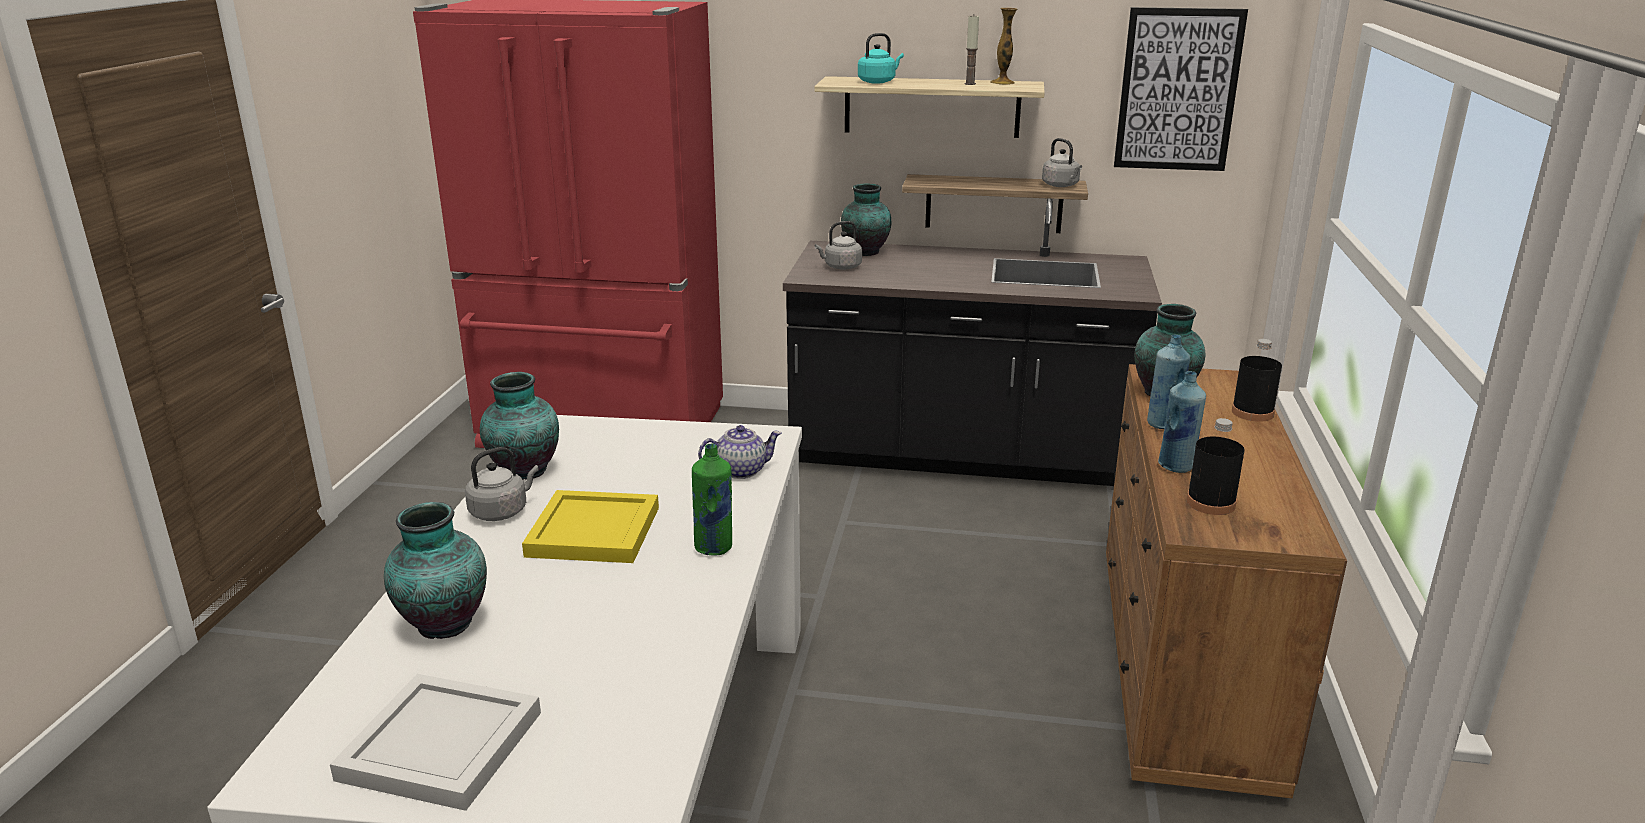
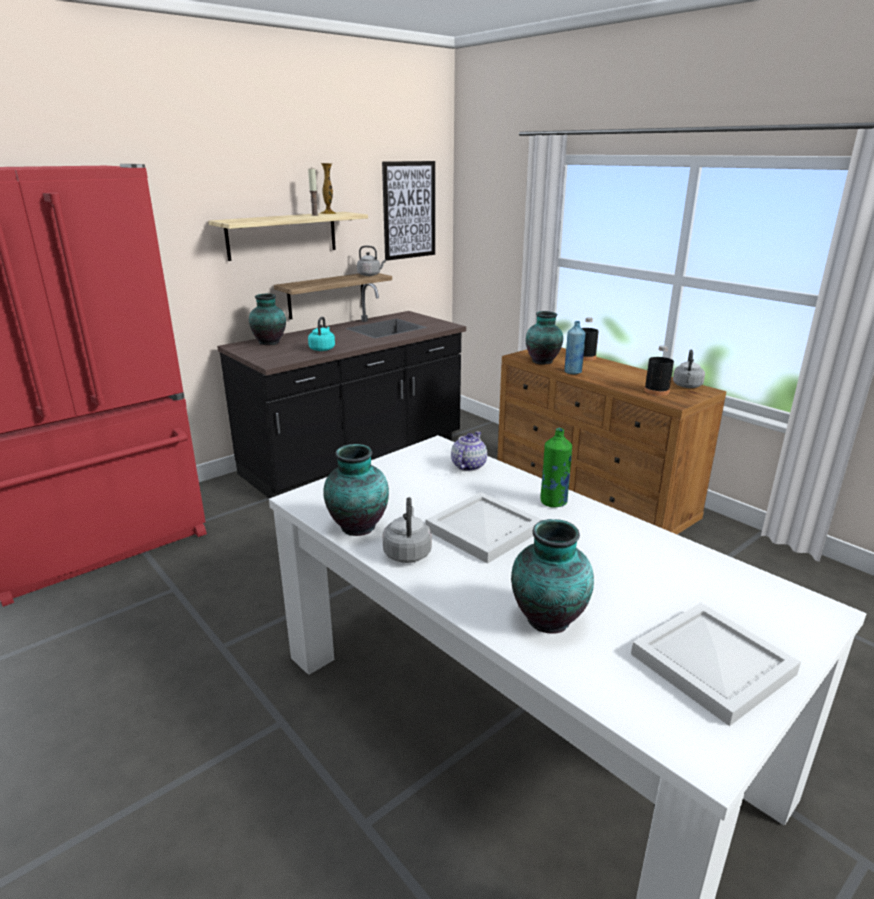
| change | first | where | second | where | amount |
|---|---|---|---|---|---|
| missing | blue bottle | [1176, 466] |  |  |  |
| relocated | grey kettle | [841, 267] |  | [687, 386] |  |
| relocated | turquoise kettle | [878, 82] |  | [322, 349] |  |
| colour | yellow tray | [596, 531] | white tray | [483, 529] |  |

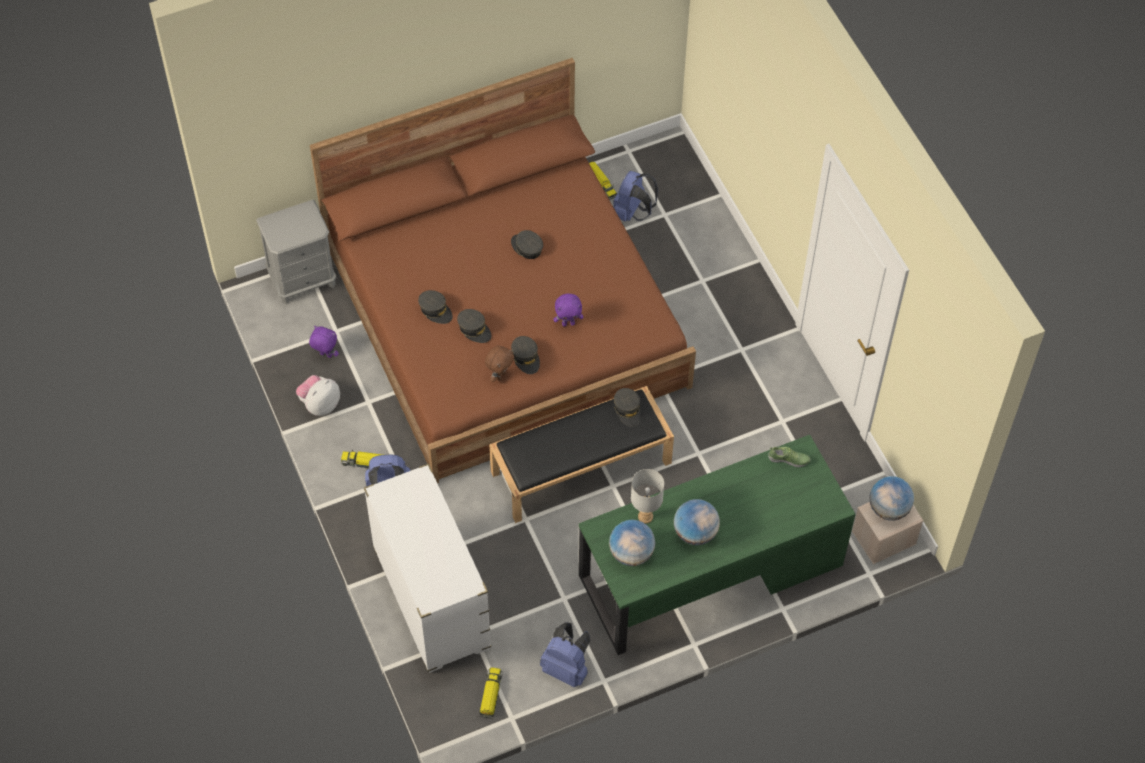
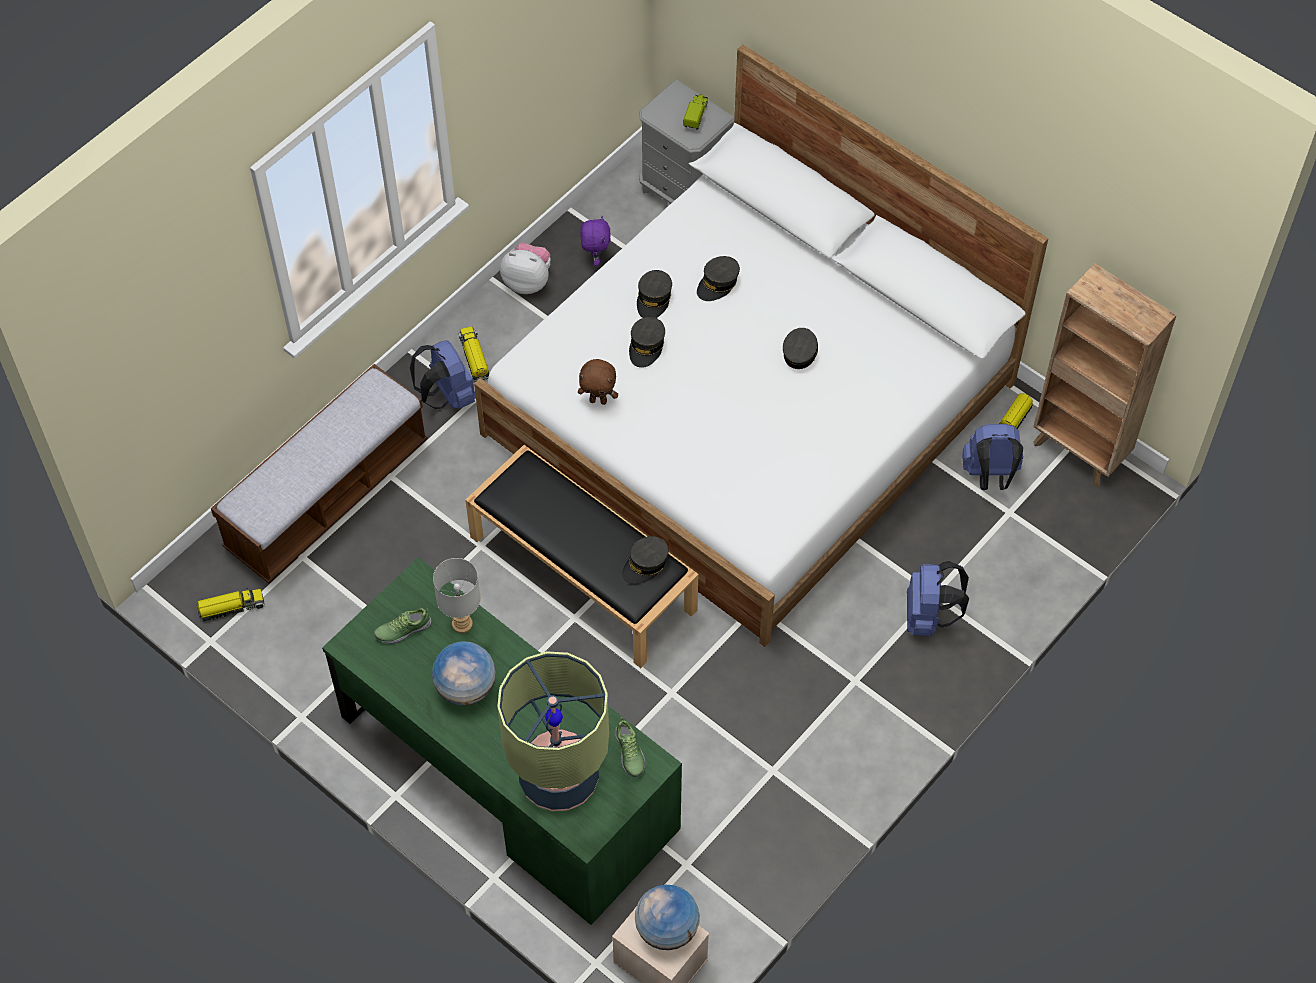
| change | first | where | second | where | amount |
|---|---|---|---|---|---|
| missing | purple plush toy | [568, 323] |  |  |  |
| appeared |  |  | table lamp | [559, 777] |  |
| appeared |  |  | toy truck | [696, 116] |  |
| appeared |  |  | brown bookcase | [1079, 452] |  |
| relocated | grey cap | [526, 358] |  | [718, 283] |  |
| relocated | blue backpack | [567, 668] |  | [929, 617] |  |
| exchanged | white dresser | [431, 599] | bench | [328, 496] |  |
| exchanged | globe | [631, 553] | shoe | [403, 629] |  |
| colour | brown bed | [505, 317] | white bed | [751, 408] |  |

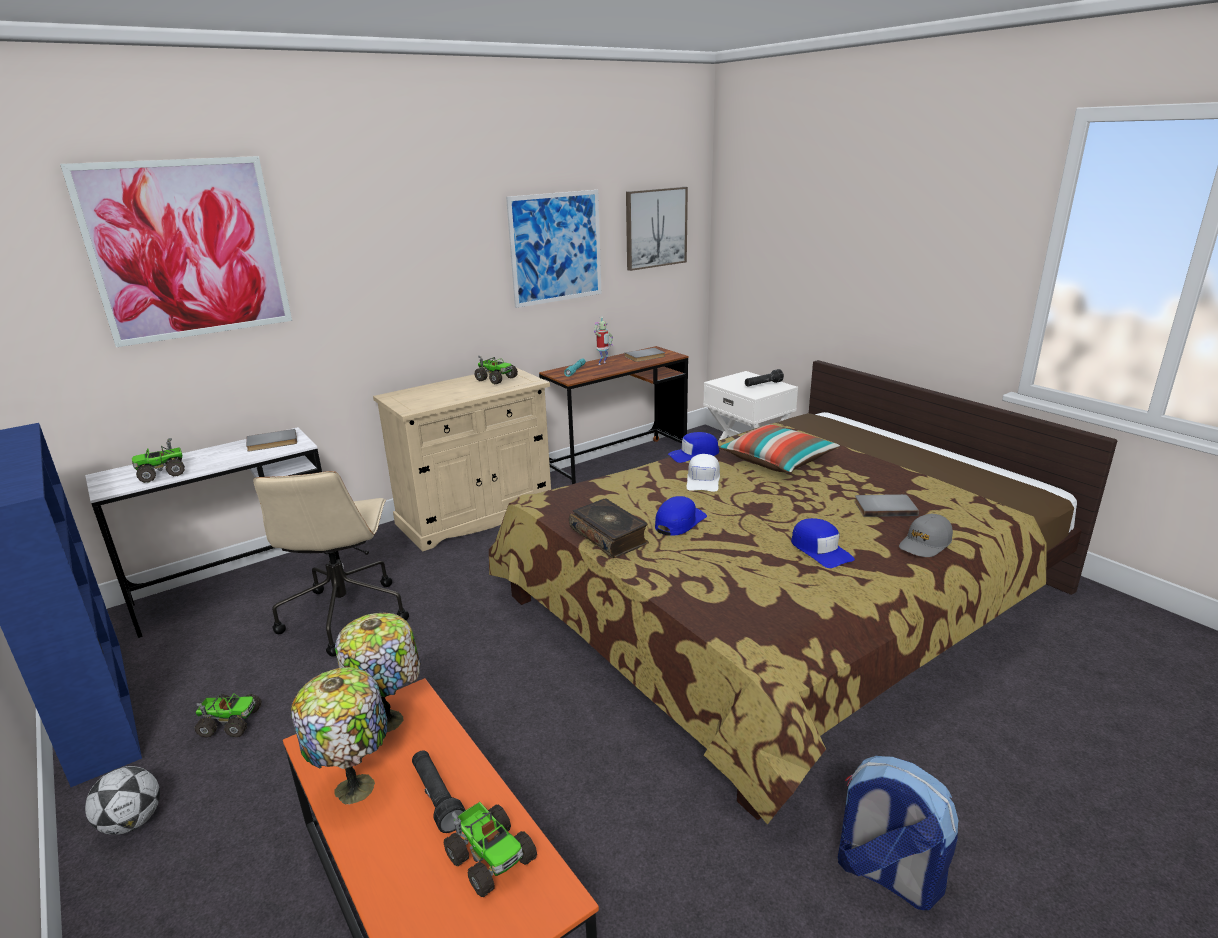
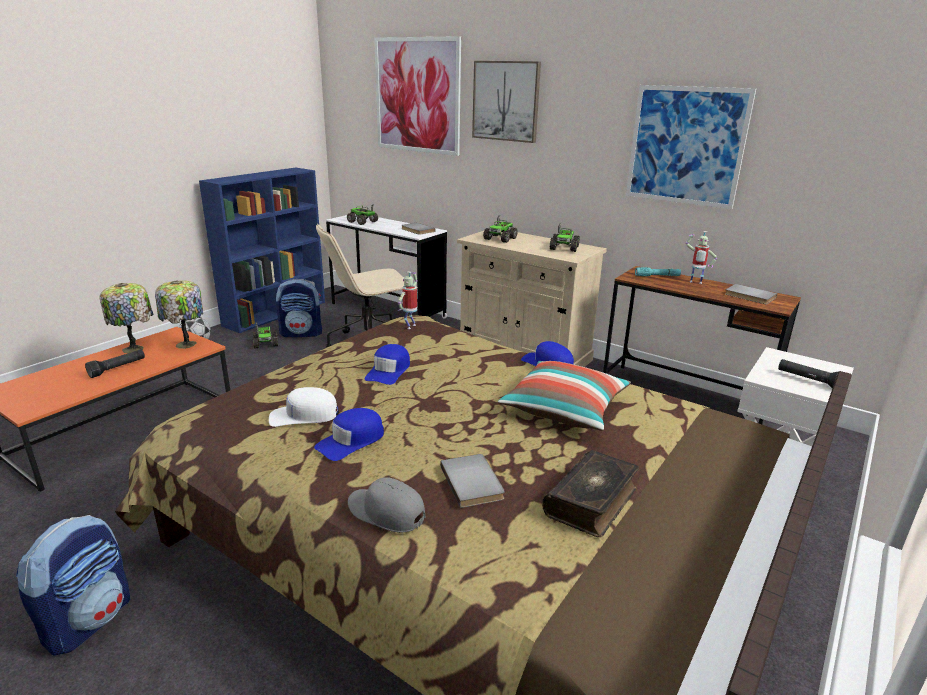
| change | first | where | second | where | amount |
|---|---|---|---|---|---|
| appeared |  |  | backpack | [302, 333] |  |
| appeared |  |  | toy robot | [410, 326] |  |
| relocated | toy truck | [490, 857] |  | [500, 239] |  |
| relocated | book | [609, 536] |  | [592, 502] |  |
| relocated | picture | [655, 228] |  | [506, 101] |  |
| relocated | white cap | [703, 480] |  | [304, 416] |  |
| spun | blue cap | [679, 522] |  | [389, 371] | 90 degrees clockwise |

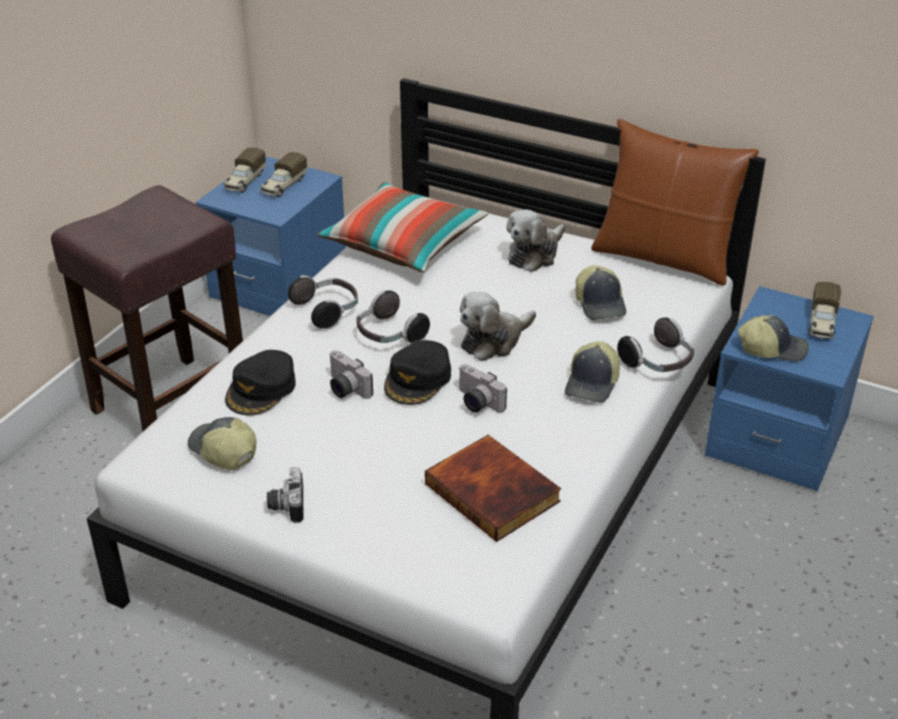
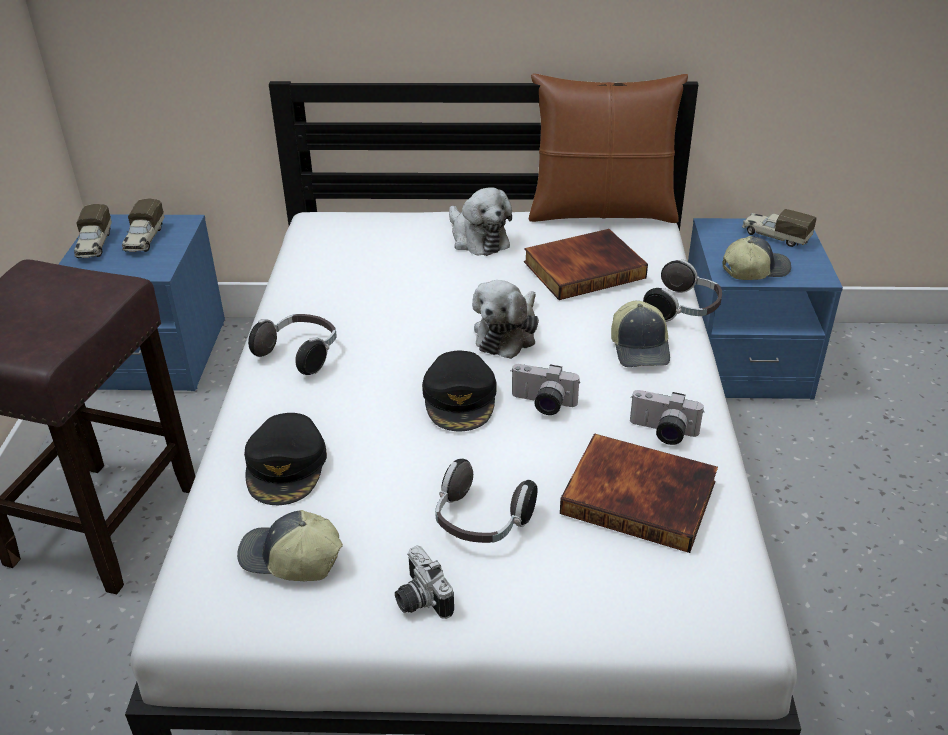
| change | first | where | second | where | amount |
|---|---|---|---|---|---|
| missing | pillow | [403, 245] |  |  |  |
| relocated | photo camera | [345, 389] |  | [662, 433] |  |
| relocated | headphones | [389, 335] |  | [481, 522] |  |
| exchanged | cap | [600, 304] | book | [584, 268] |  |
| spun | plush toy | [535, 254] |  | [477, 239] | 45 degrees counterclockwise |
| spun | toy truck | [821, 323] |  | [774, 236] | 135 degrees clockwise |

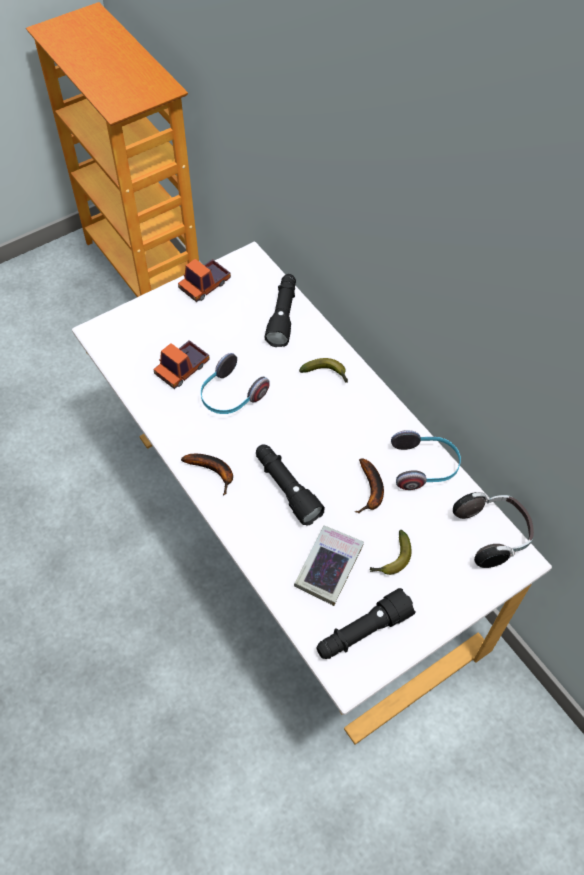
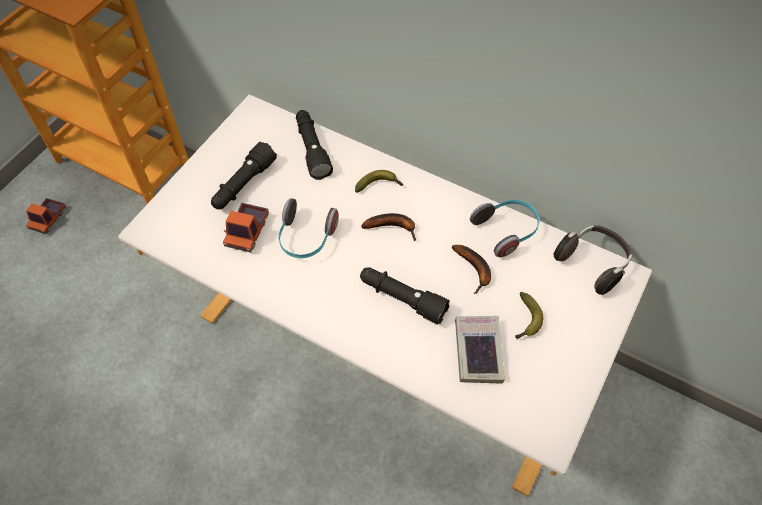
| change | first | where | second | where | amount |
|---|---|---|---|---|---|
| relocated | toy truck | [205, 285] |  | [48, 219] |  |
| relocated | banana | [213, 472] |  | [393, 226] |  |
| relocated | black flashlight | [362, 632] |  | [243, 184] |  |

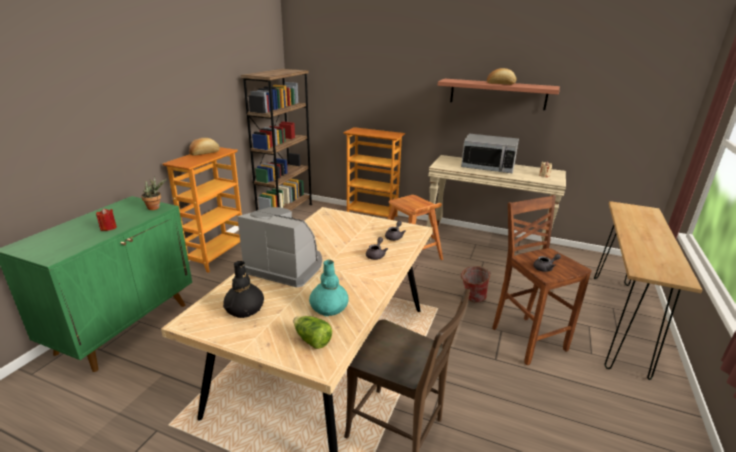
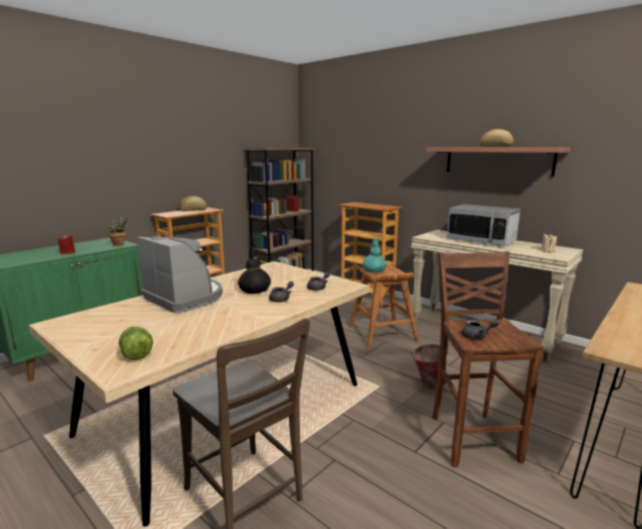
| change | first | where | second | where | amount |
|---|---|---|---|---|---|
| relocated | black vase | [245, 309] |  | [254, 290] |  |
| relocated | turquoise vase | [329, 307] |  | [374, 270] |  |

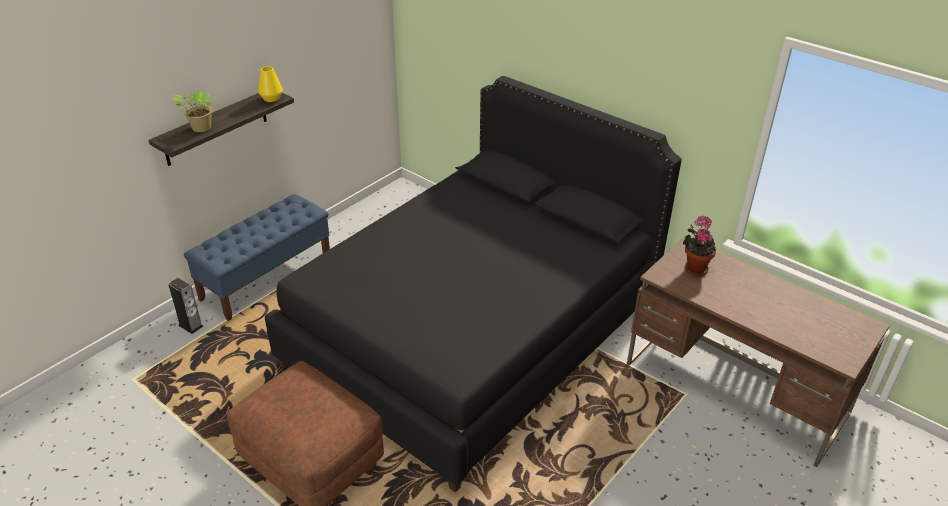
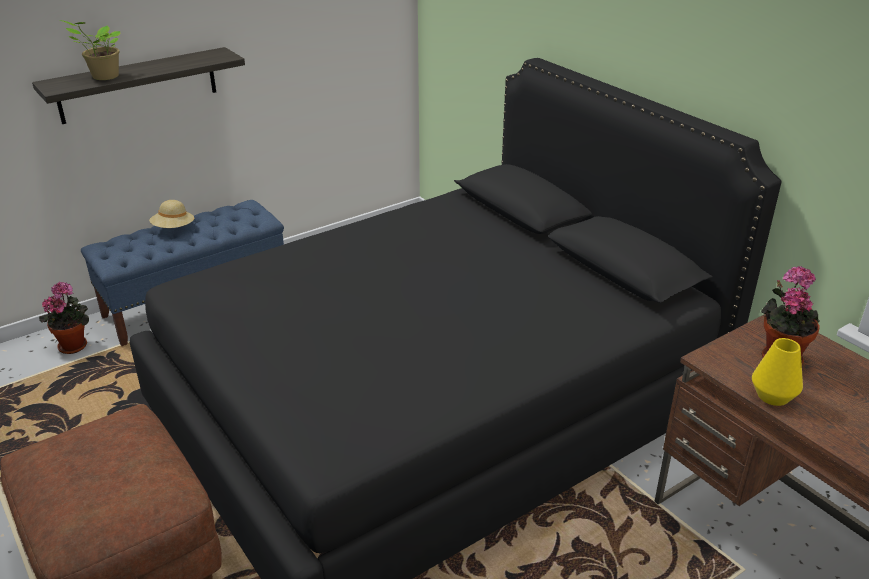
| change | first | where | second | where | amount |
|---|---|---|---|---|---|
| appeared |  |  | beige hat | [173, 228] |  |
| relocated | yellow vase | [271, 98] |  | [773, 396] |  |
| exchanged | speaker | [190, 325] | potted plant | [74, 345] |  |

